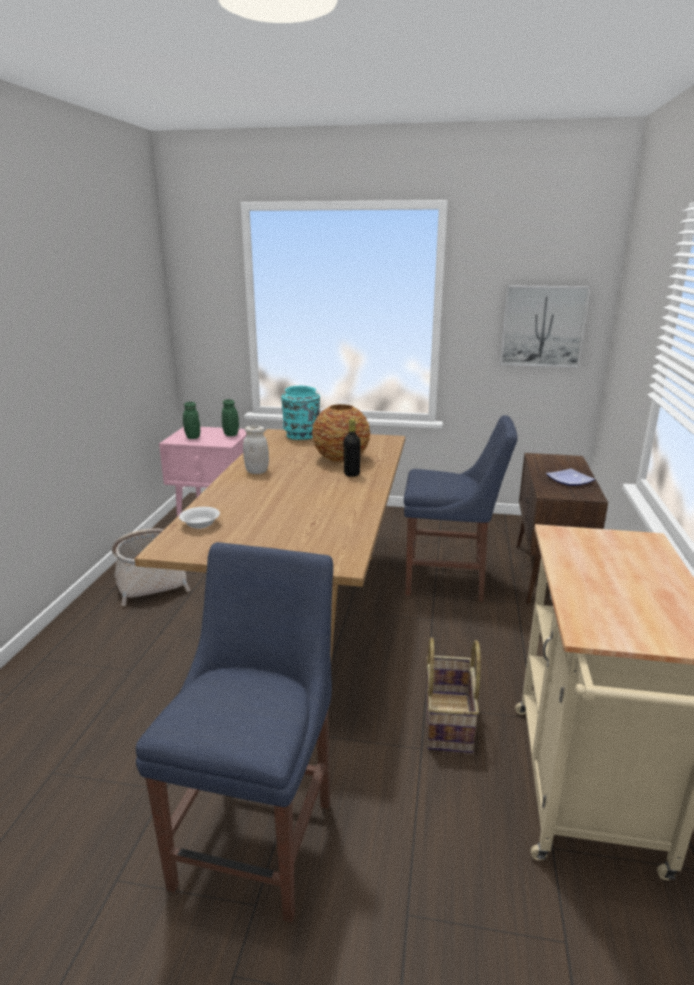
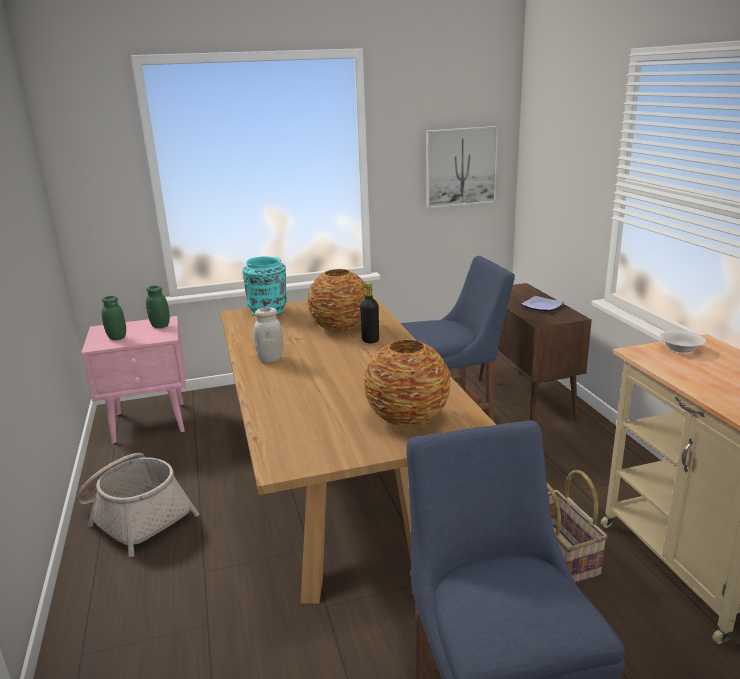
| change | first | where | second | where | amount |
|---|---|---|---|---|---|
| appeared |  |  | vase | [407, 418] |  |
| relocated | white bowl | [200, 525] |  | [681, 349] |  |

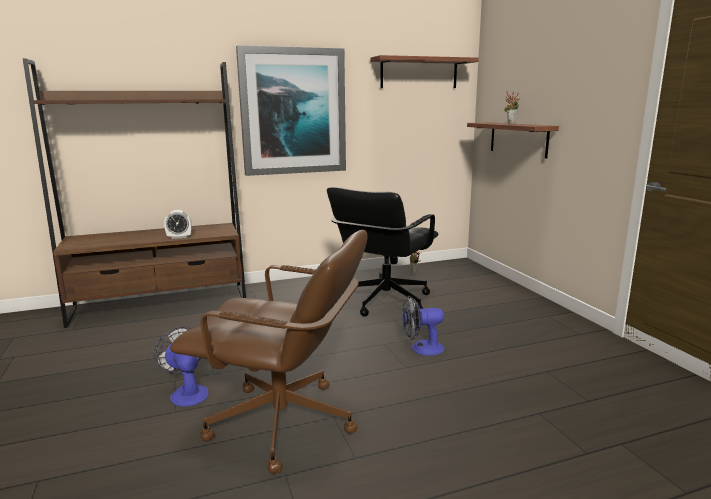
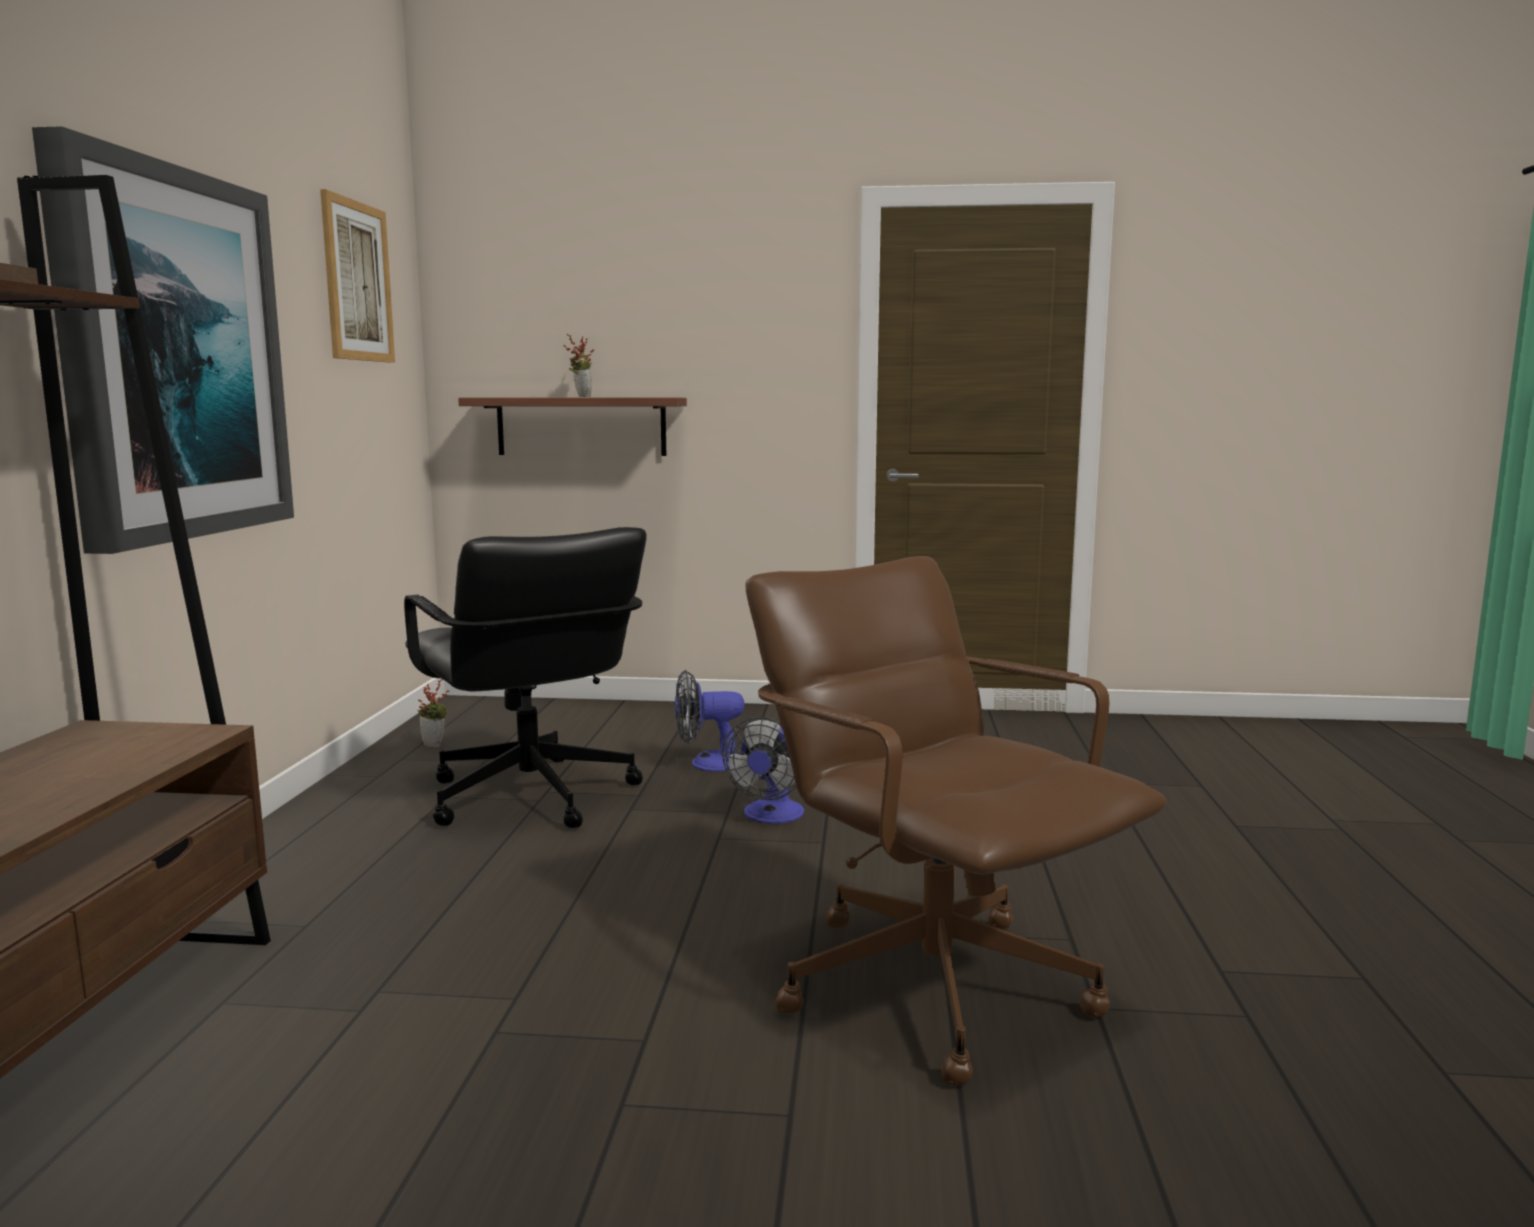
| change | first | where | second | where | amount |
|---|---|---|---|---|---|
| missing | alarm clock | [179, 237] |  |  |  |
| relocated | fan | [187, 392] |  | [708, 763] |  |
| exchanged | shelf | [419, 73] | picture | [357, 282] |  |
| spun | brown office chair | [283, 424] |  | [933, 984] | 75 degrees counterclockwise |

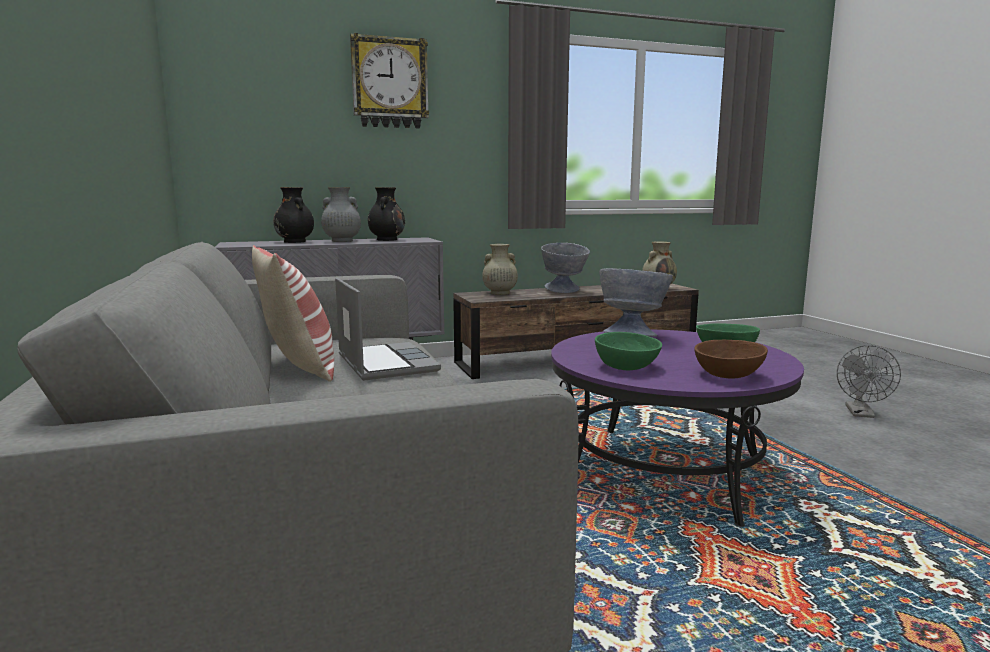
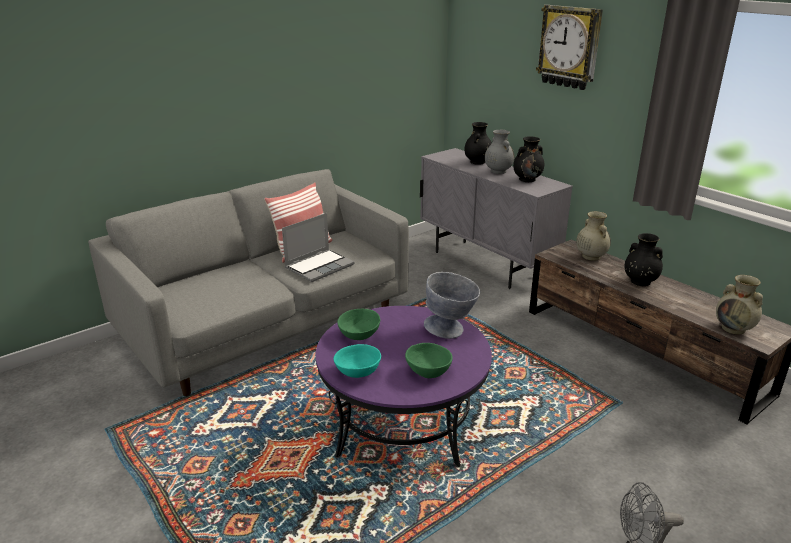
| change | first | where | second | where | amount |
|---|---|---|---|---|---|
| exchanged | grey bowl | [564, 291] | black vase | [639, 281] |  |
| colour | brown bowl | [728, 375] | turquoise bowl | [359, 372] |  |

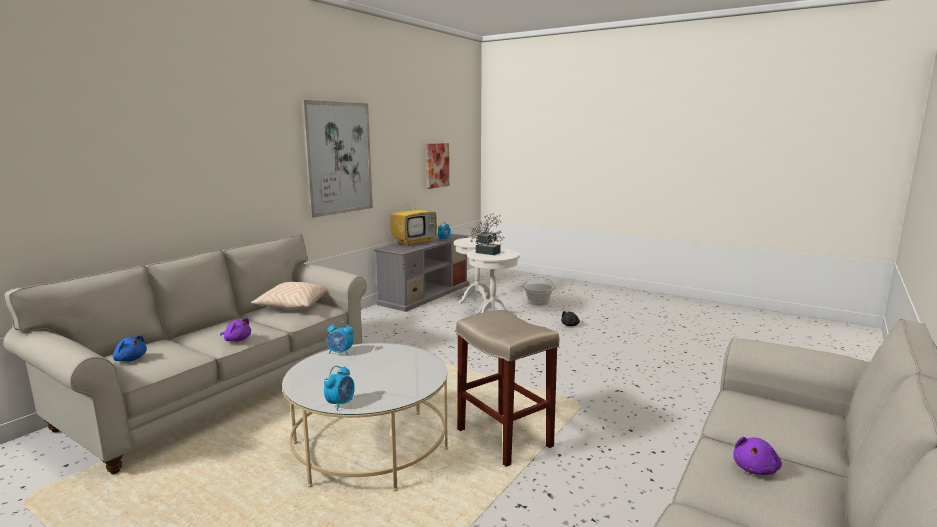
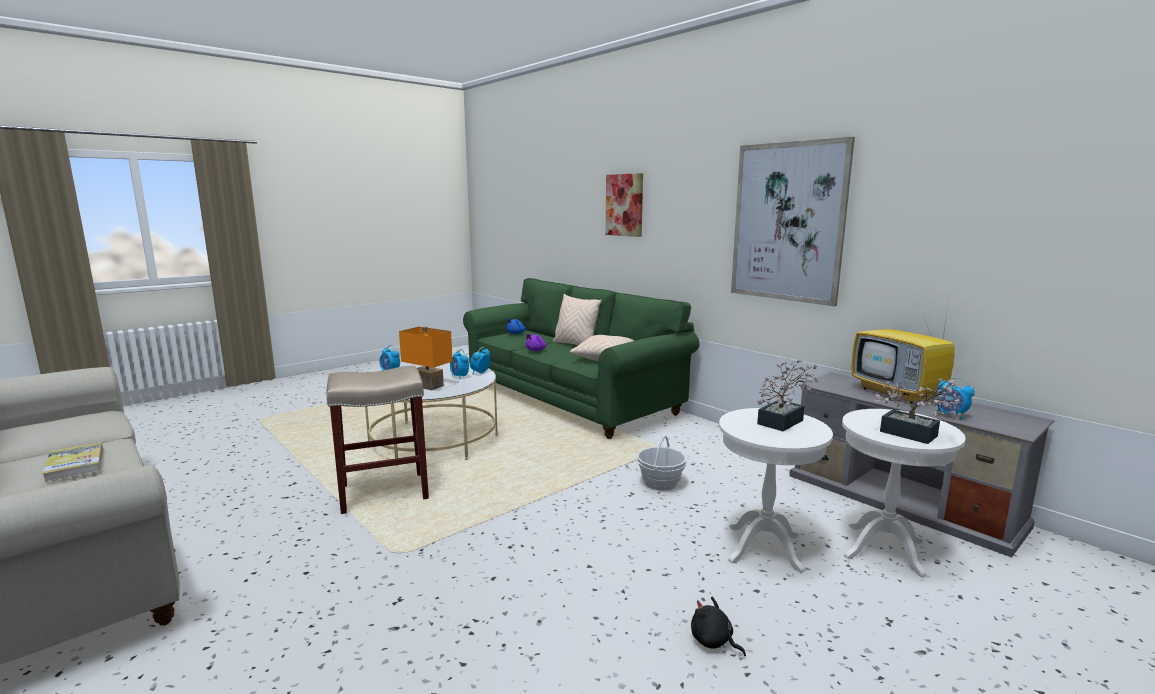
| change | first | where | second | where | amount |
|---|---|---|---|---|---|
| appeared |  |  | orange table lamp | [427, 386] |  |
| appeared |  |  | alarm clock | [459, 377] |  |
| appeared |  |  | beige pillow | [575, 344] |  |
| relocated | picture | [437, 165] |  | [624, 205] |  |
| relocated | basket | [538, 302] |  | [660, 483] |  |
| exchanged | purple plush toy | [755, 469] | book | [75, 465] |  |
| colour | beige sofa | [224, 391] | green sofa | [570, 399] |  |

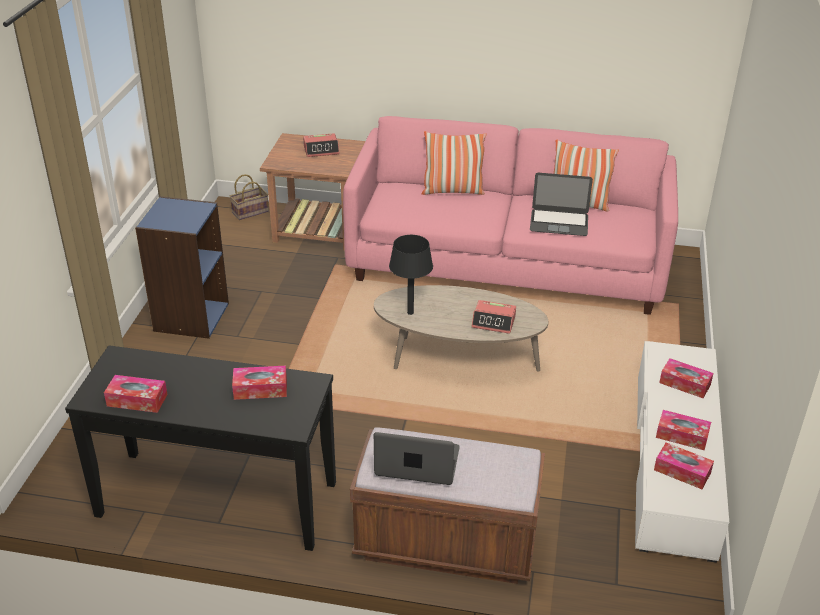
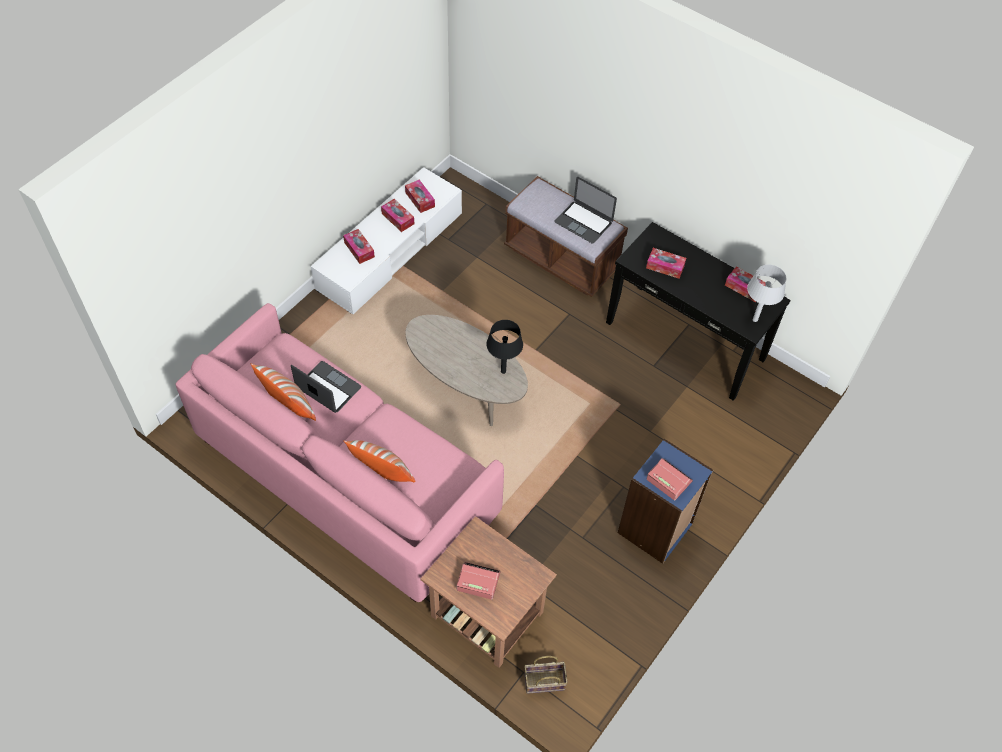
| change | first | where | second | where | amount |
|---|---|---|---|---|---|
| appeared |  |  | grey table lamp | [755, 319] |  |
| relocated | alarm clock | [494, 322] |  | [668, 480] |  |

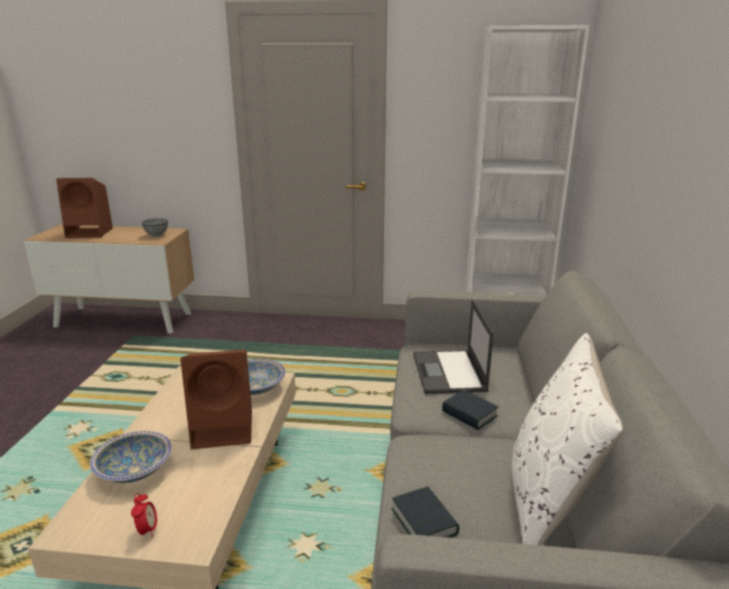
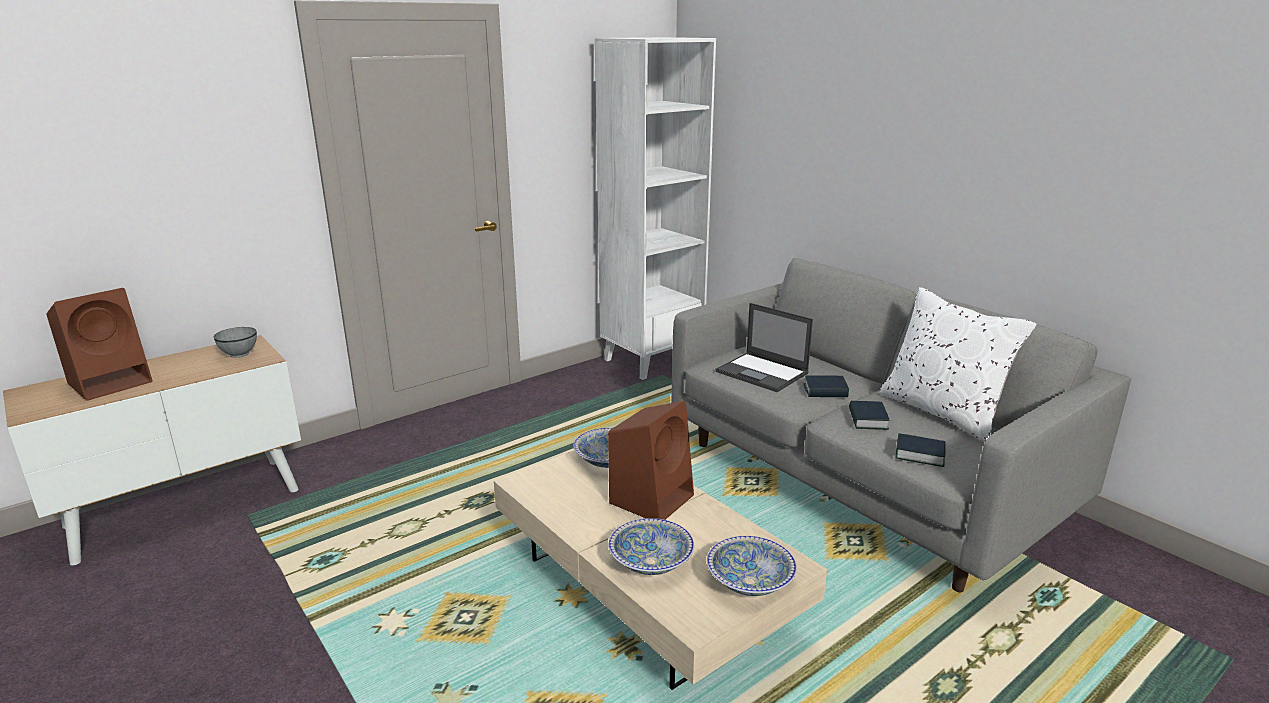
| change | first | where | second | where | amount |
|---|---|---|---|---|---|
| appeared |  |  | book | [867, 420] |  |
| exchanged | alarm clock | [147, 530] | bowl | [749, 582] |  |

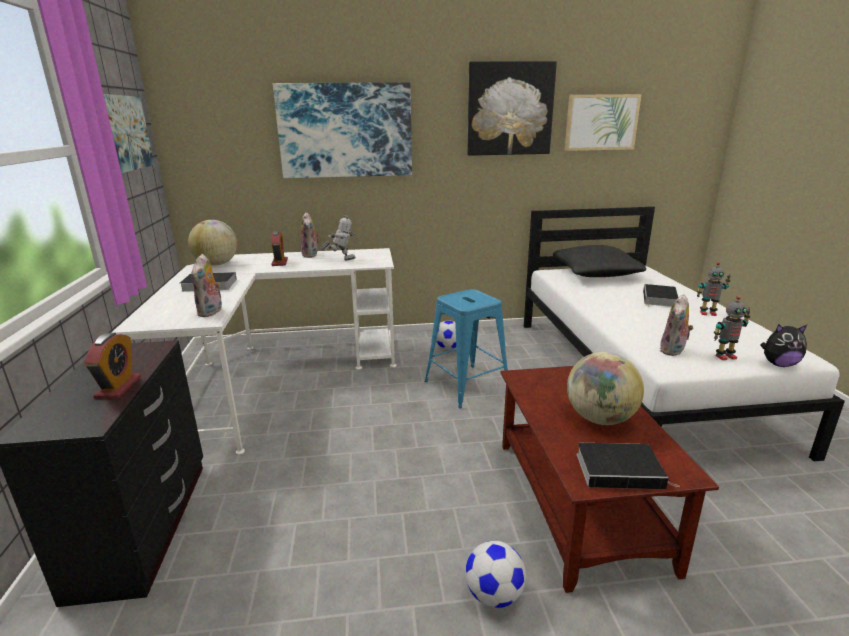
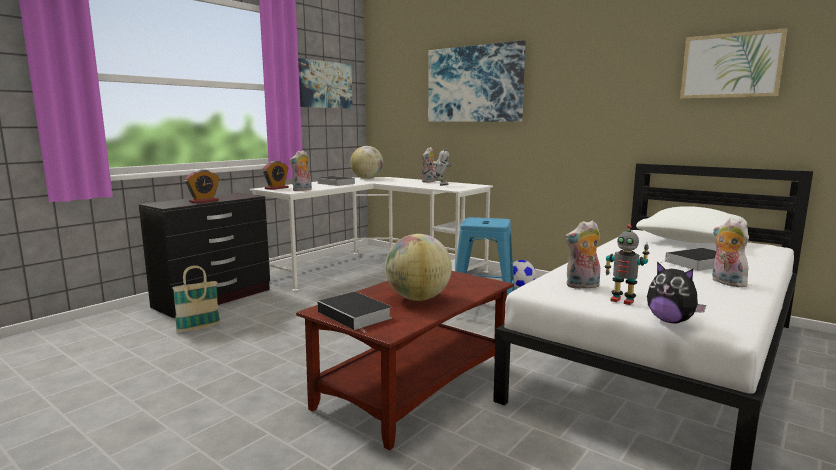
| change | first | where | second | where | amount |
|---|---|---|---|---|---|
| missing | football | [494, 594] |  |  |  |
| missing | picture | [509, 109] |  |  |  |
| appeared |  |  | basket | [198, 328] |  |
| relocated | alarm clock | [279, 262] |  | [276, 188] |  |
| exchanged | toy robot | [707, 313] | plush toy | [725, 282] |  |
| colour | black pillow | [595, 273] | white pillow | [691, 240] |  |

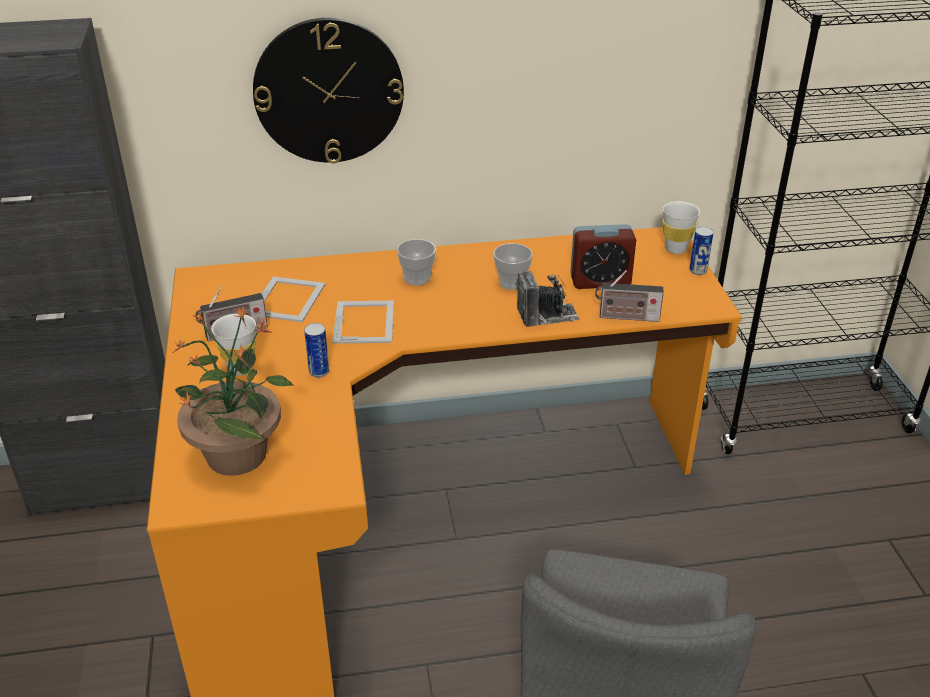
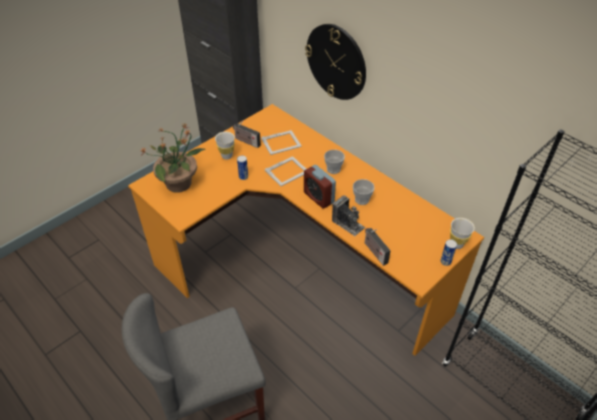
| change | first | where | second | where | amount |
|---|---|---|---|---|---|
| relocated | alarm clock | [600, 281] |  | [318, 197] |  |

